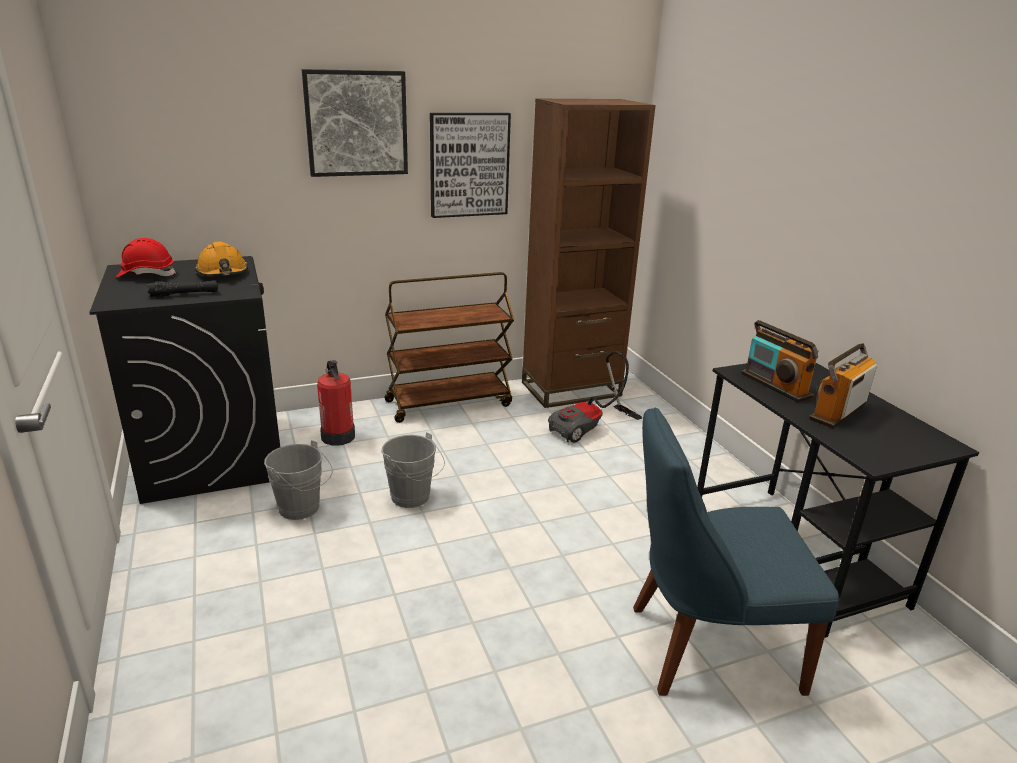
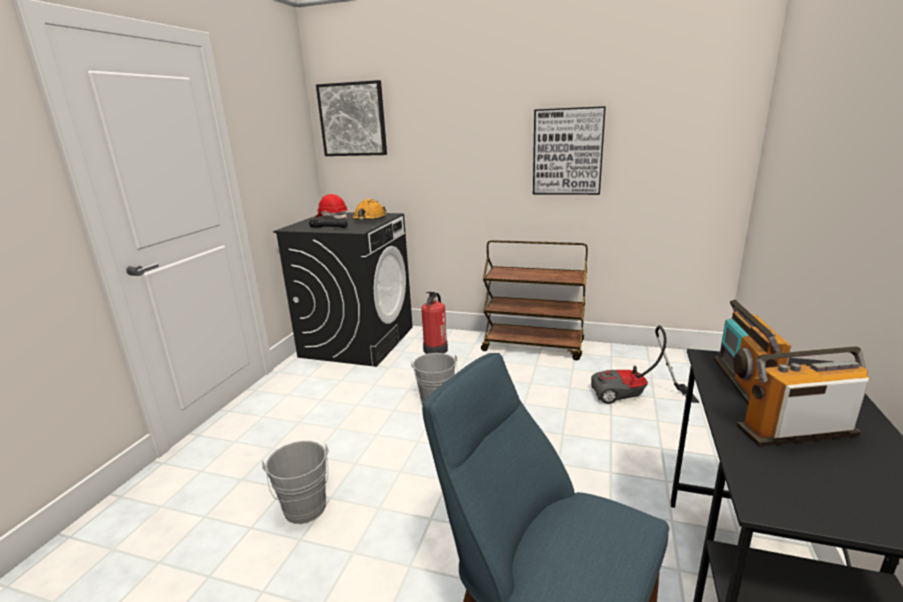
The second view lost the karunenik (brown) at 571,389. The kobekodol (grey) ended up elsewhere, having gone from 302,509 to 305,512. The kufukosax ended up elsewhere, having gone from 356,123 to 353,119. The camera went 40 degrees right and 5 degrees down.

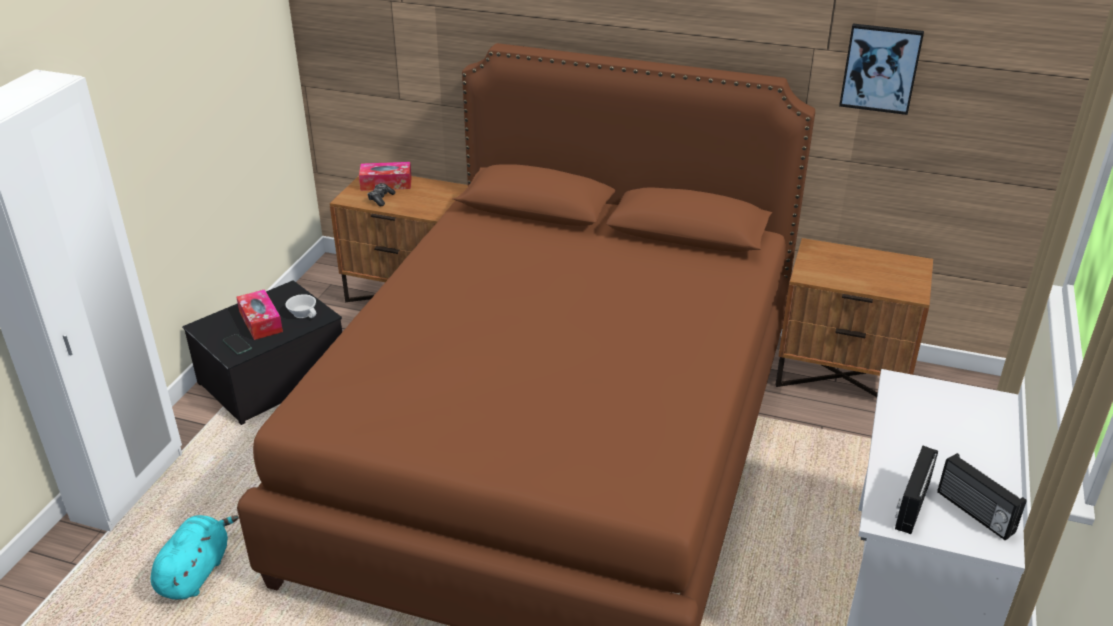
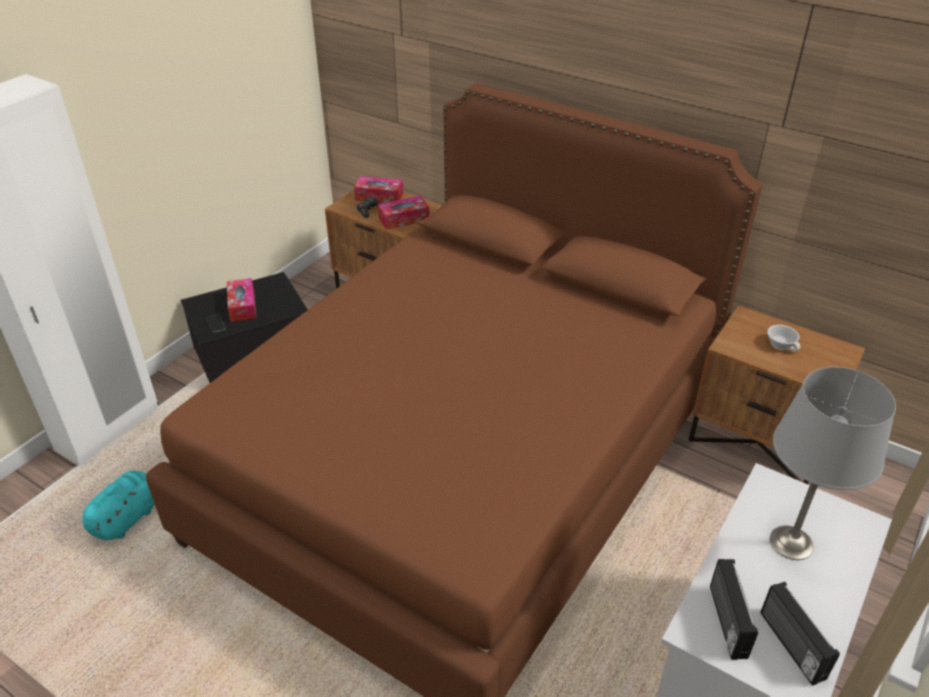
The second view lost the kufukosax at 880,68. The second view gained the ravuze at 404,219. The second view gained the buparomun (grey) at 792,542. The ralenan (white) ended up elsewhere, having gone from 304,313 to 781,344. The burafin at 910,505 ended up facing another way, 45 degrees counterclockwise from before. The camera went 15 degrees right and 5 degrees up.

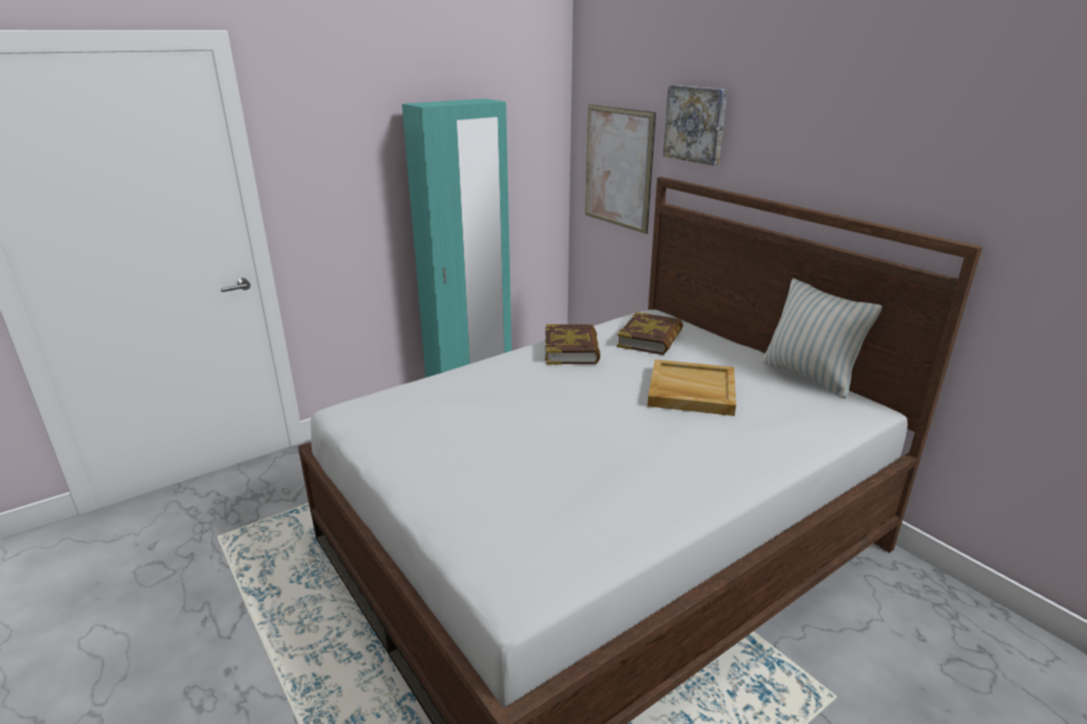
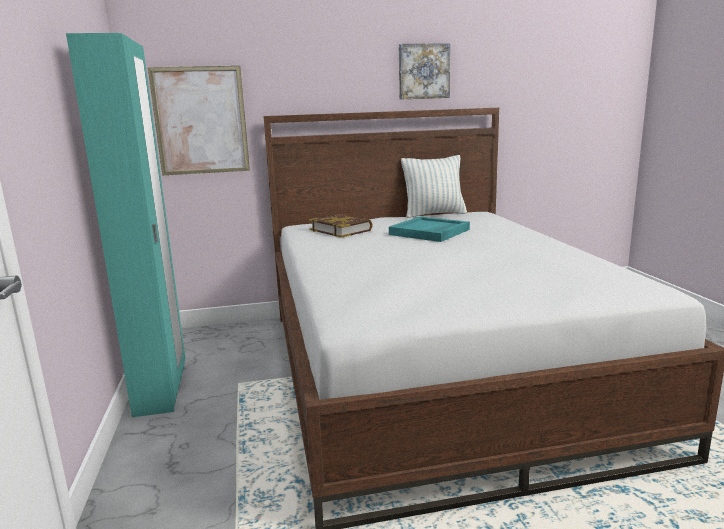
The second view lost the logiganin at 571,350. The kufukosax ended up elsewhere, having gone from 696,124 to 423,71. What was the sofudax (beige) at 690,391 turned into the sofudax (turquoise) at 429,232. The camera went 65 degrees left and 10 degrees down.

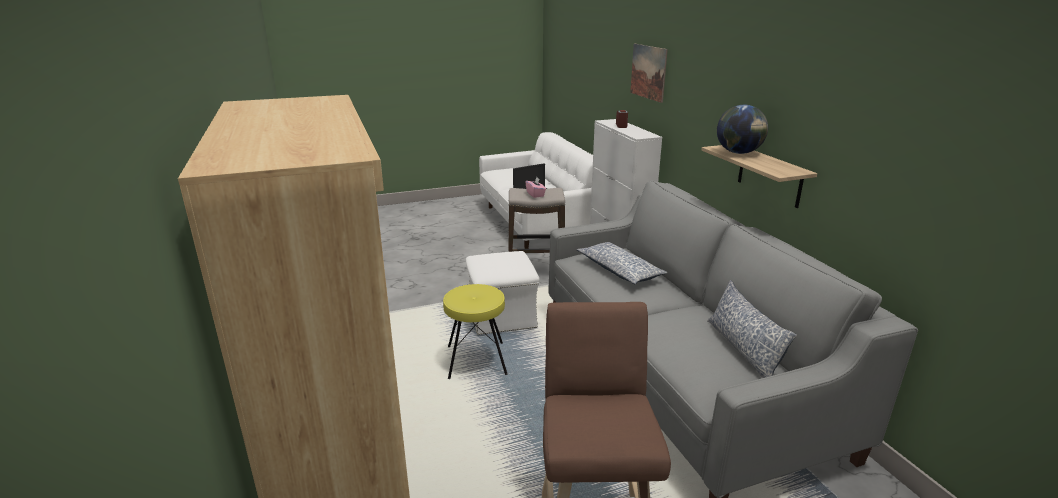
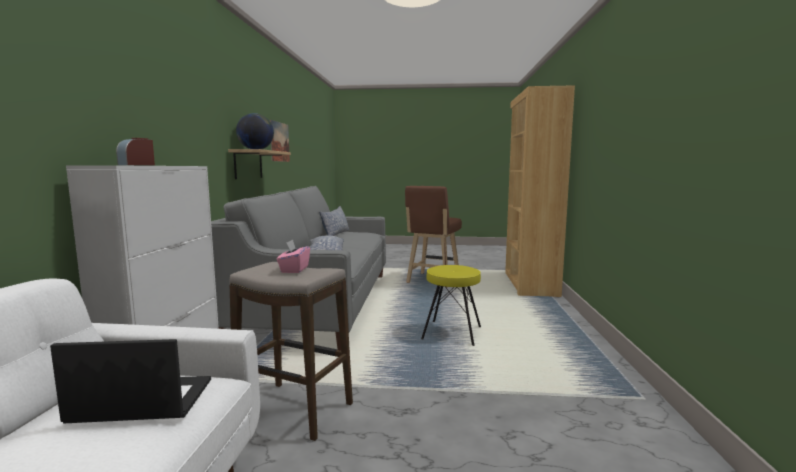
The second view lost the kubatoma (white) at 502,317. The kufukosax ended up elsewhere, having gone from 648,72 to 279,142. The camera went 155 degrees left and 15 degrees down.

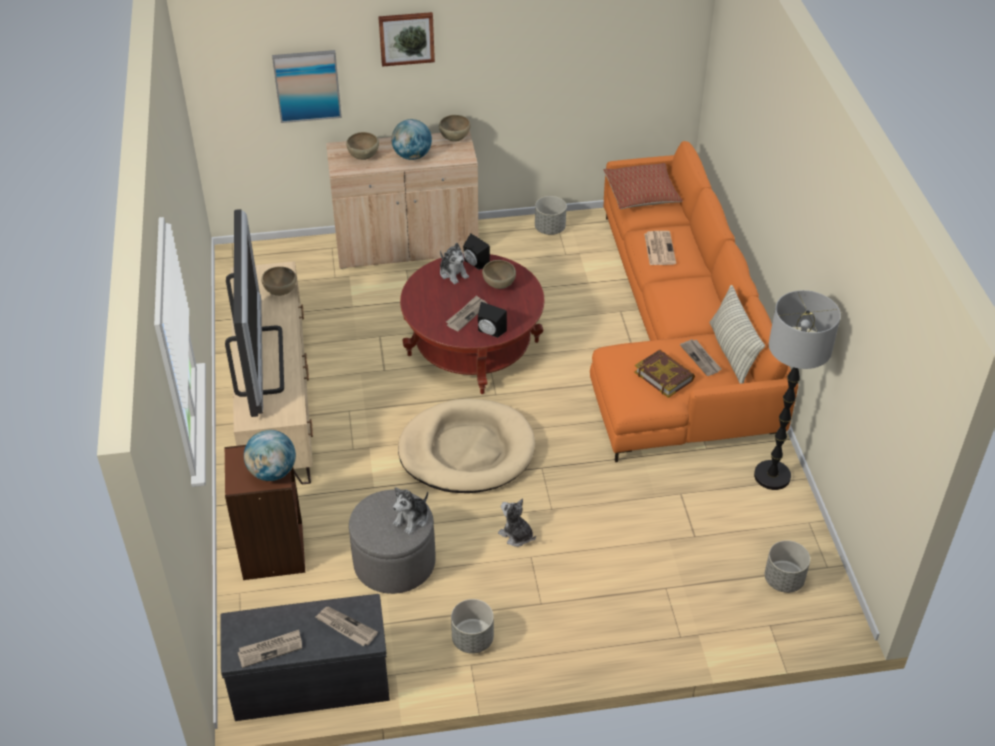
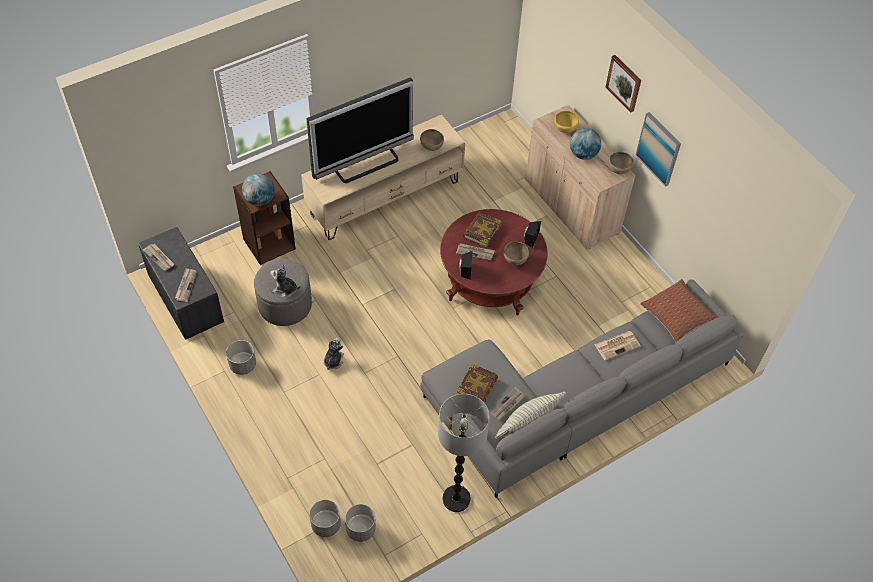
The second view lost the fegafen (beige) at 466,451. The second view lost the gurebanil at 453,273. The second view gained the logiganin at 481,231. The kufukosax ended up elsewhere, having gone from 307,85 to 658,148. The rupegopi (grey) ended up elsewhere, having gone from 550,228 to 326,525. What was the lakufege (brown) at 363,157 turned into the lakufege (yellow) at 565,129. What was the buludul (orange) at 677,335 turned into the buludul (grey) at 572,399. The camera went 65 degrees right and 10 degrees up.

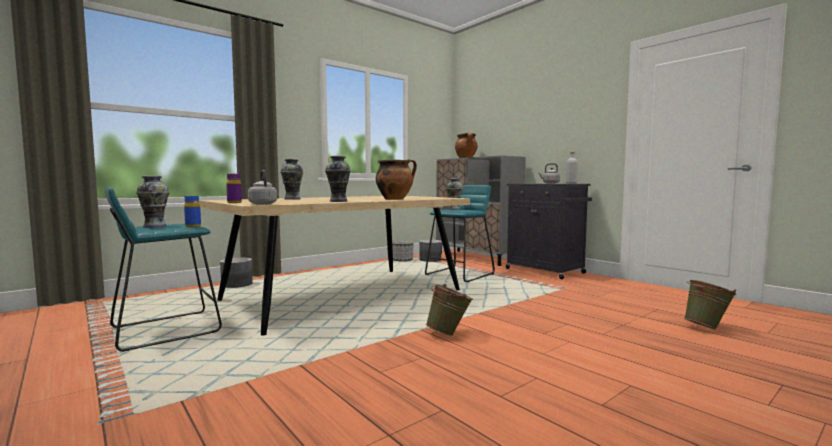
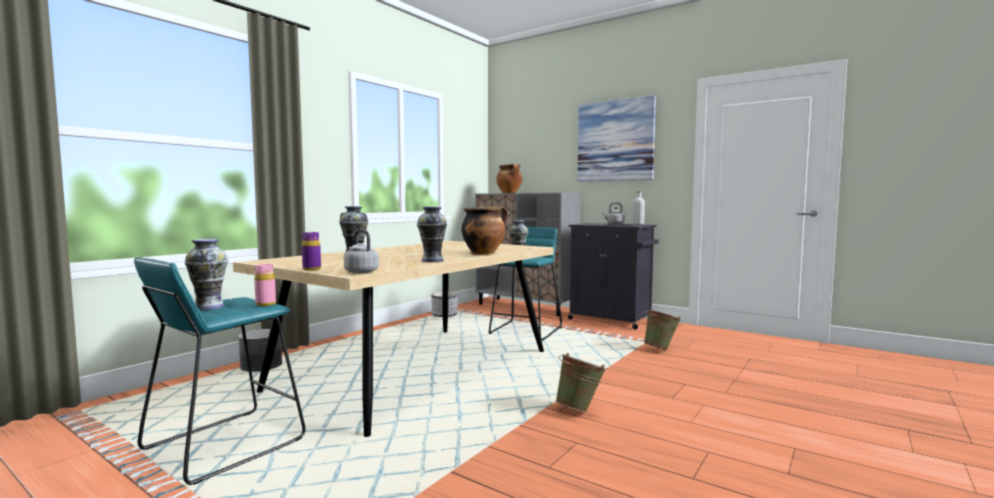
The second view lost the rupegopi (grey) at 430,260. The second view gained the kufukosax at 615,141. The kobekodol (green) ended up elsewhere, having gone from 707,327 to 661,349. What was the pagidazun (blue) at 193,226 turned into the pagidazun (pink) at 265,304. The camera went 15 degrees left and 0 degrees up.

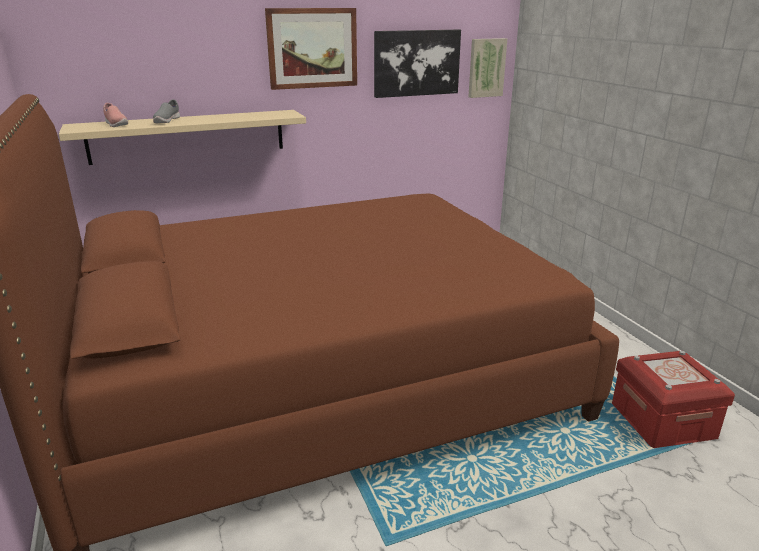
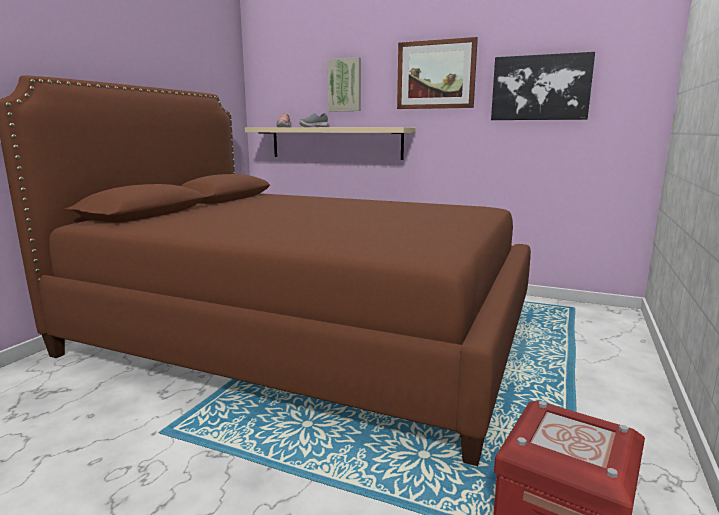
The kufukosax ended up elsewhere, having gone from 486,68 to 345,85. The camera went 45 degrees right and 10 degrees down.

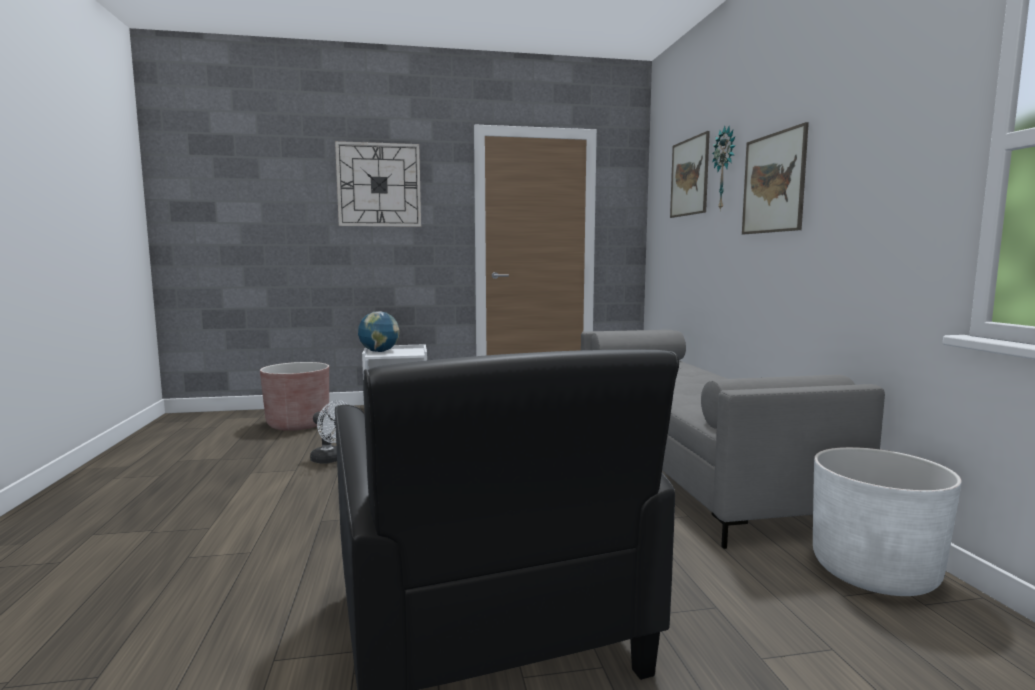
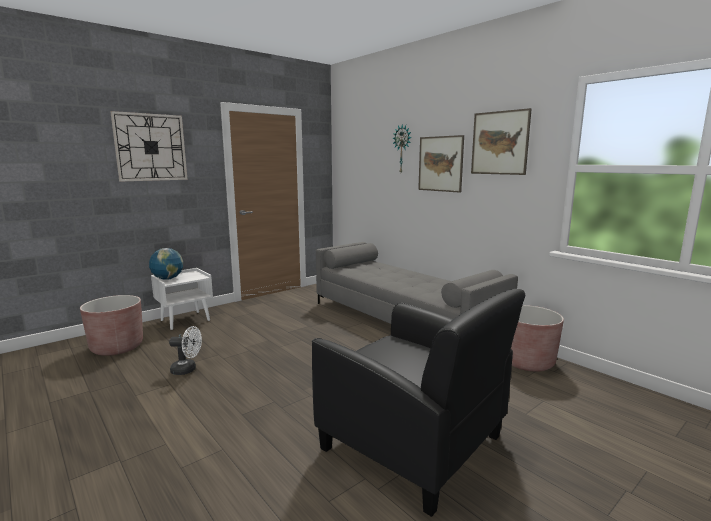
The kufukosax ended up elsewhere, having gone from 689,177 to 499,143. What was the rupegopi (white) at 874,572 turned into the rupegopi (brown) at 527,362. The camera went 30 degrees left and 5 degrees up.

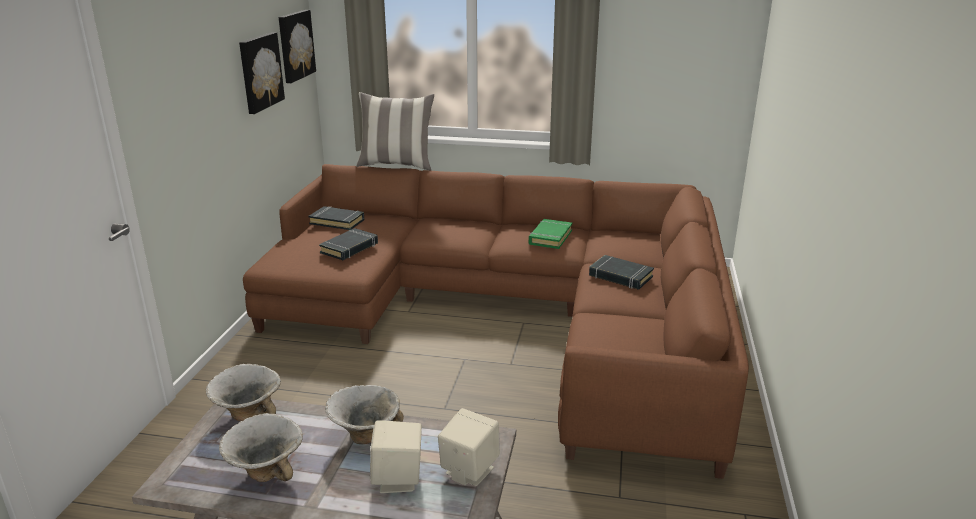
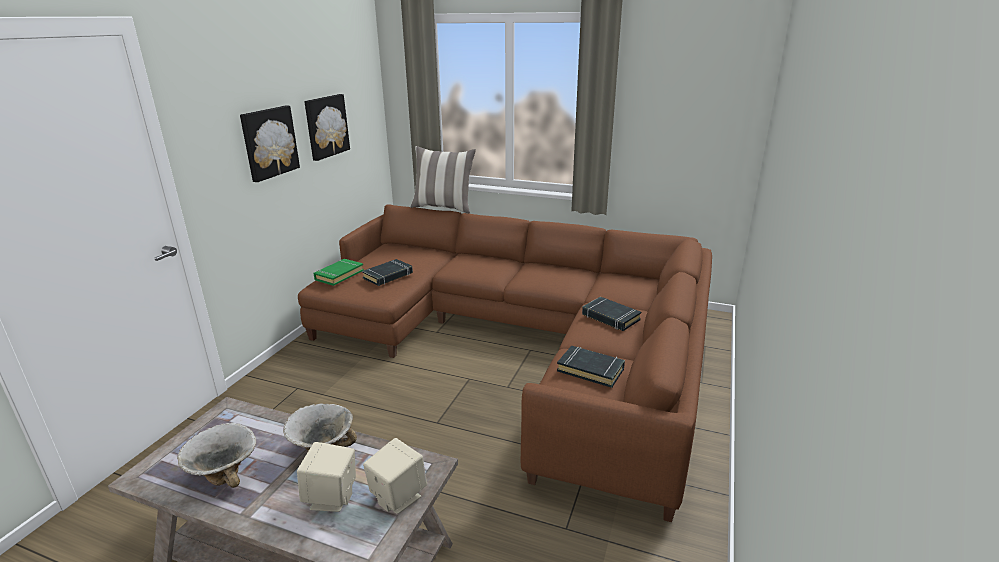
The second view lost the lakufege at 249,413. The kufukosax ended up elsewhere, having gone from 295,45 to 269,142. The logiganin (black) ended up elsewhere, having gone from 337,222 to 590,370. The logiganin (green) ended up elsewhere, having gone from 550,237 to 339,275. The camera went 10 degrees right and 0 degrees up.

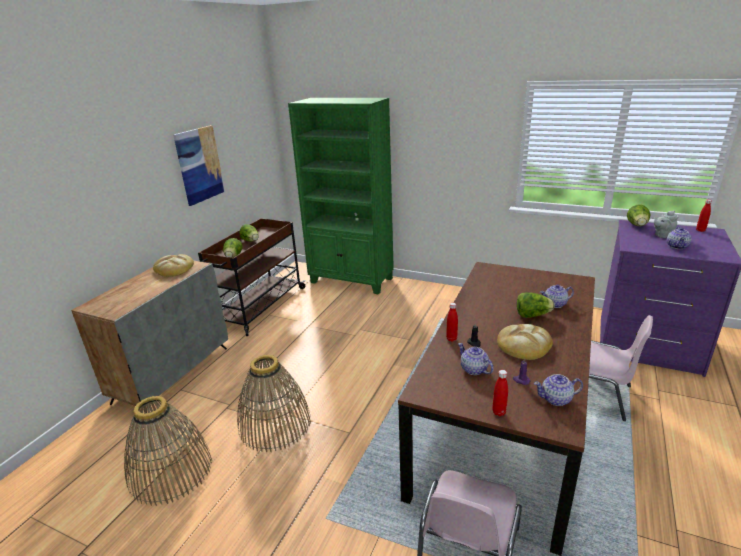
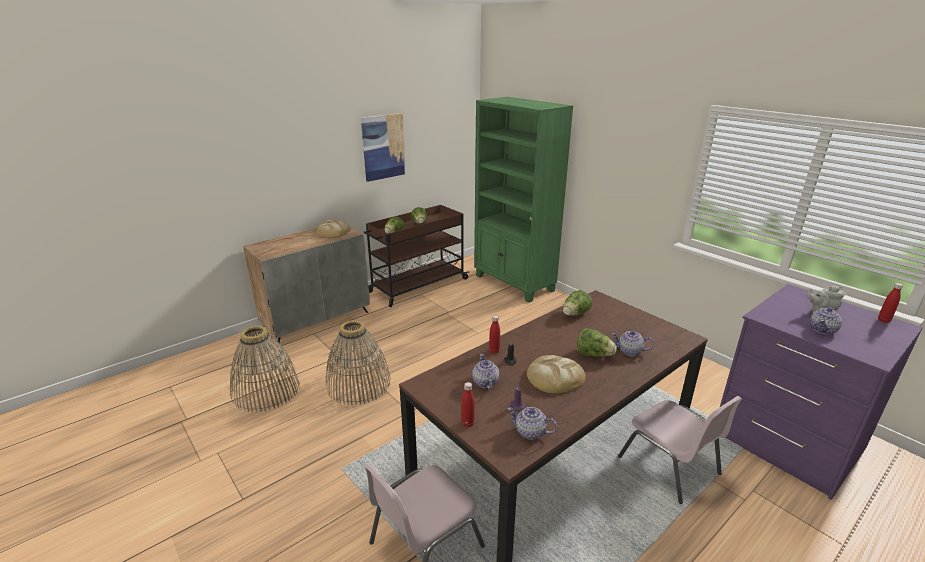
The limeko ended up elsewhere, having gone from 637,226 to 575,314. The camera went 25 degrees right and 0 degrees up.

